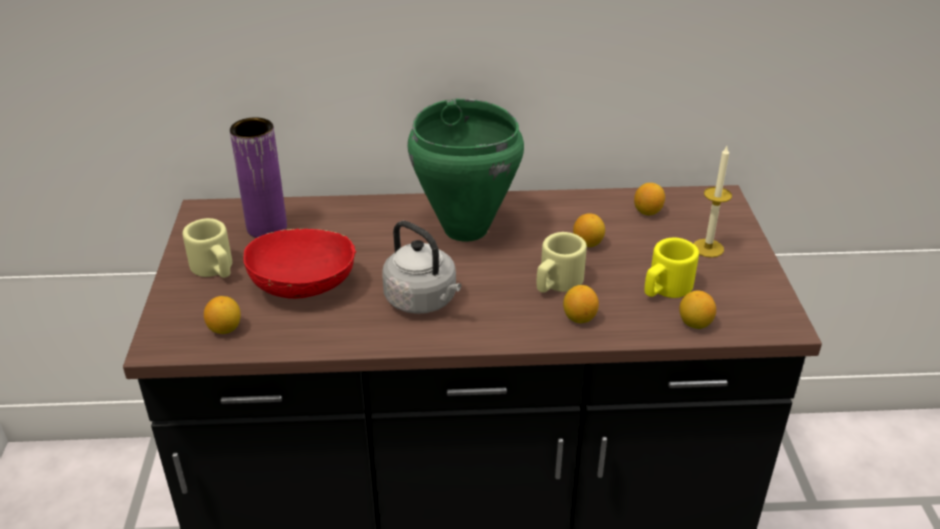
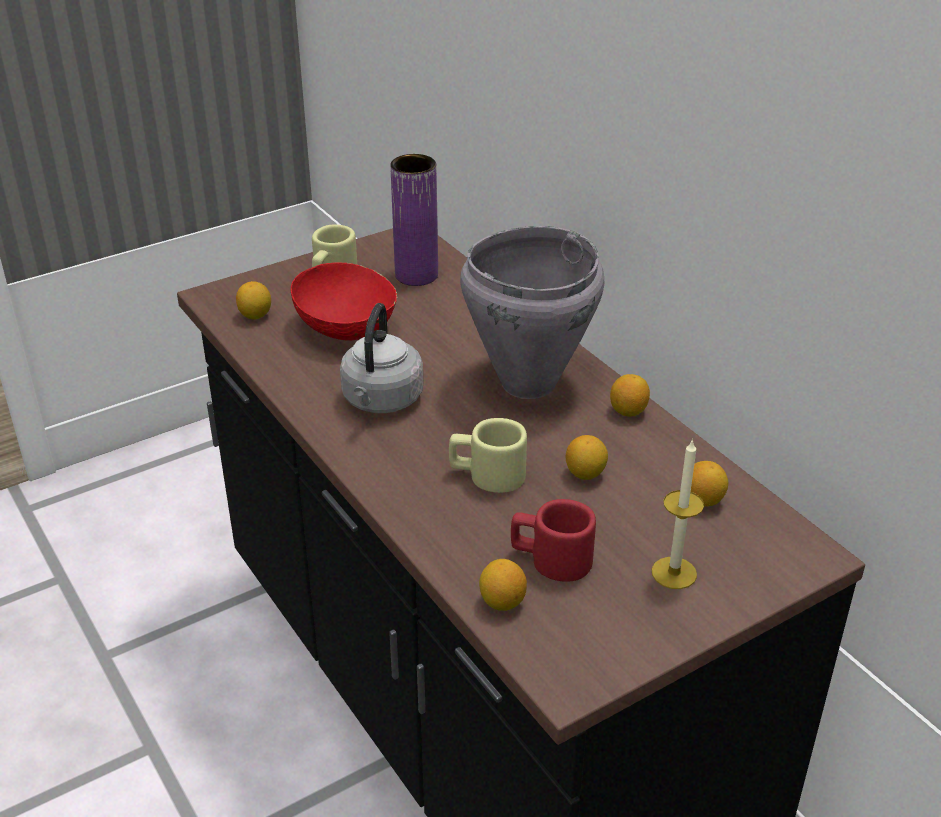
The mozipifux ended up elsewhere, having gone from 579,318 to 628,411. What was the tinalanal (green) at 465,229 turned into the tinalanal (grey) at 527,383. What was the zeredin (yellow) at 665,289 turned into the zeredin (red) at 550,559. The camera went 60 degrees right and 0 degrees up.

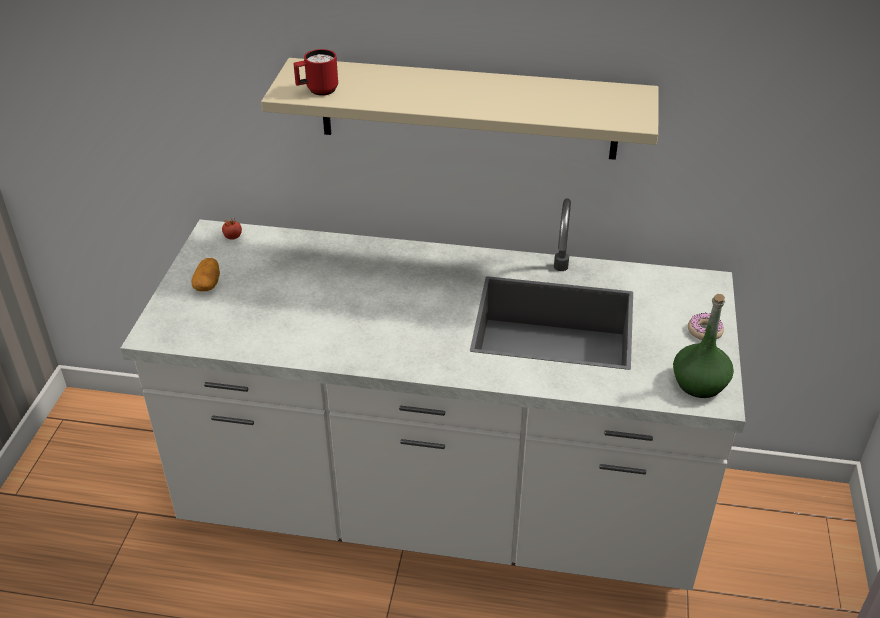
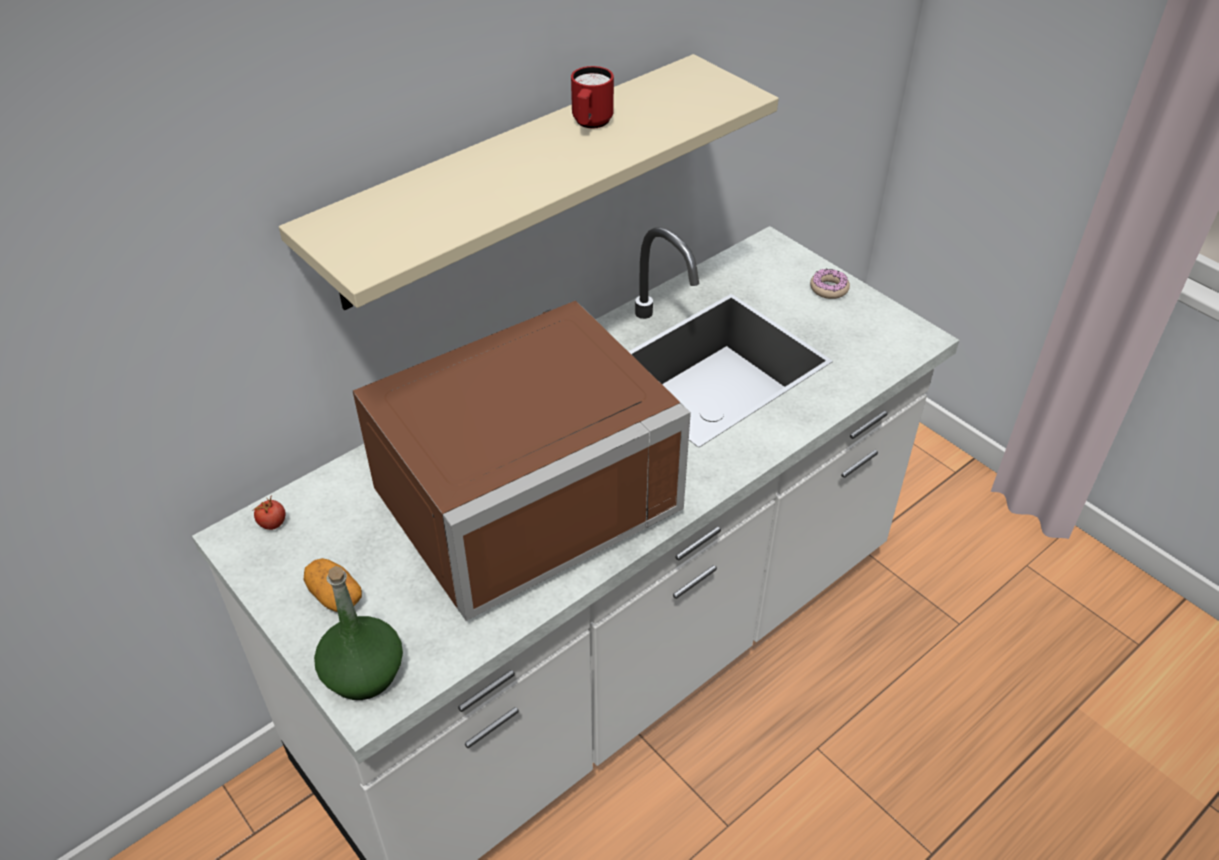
The second view gained the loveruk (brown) at 518,490. The zeredin (red) ended up elsewhere, having gone from 317,91 to 590,124. The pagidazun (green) ended up elsewhere, having gone from 699,383 to 364,673. The camera went 50 degrees left and 5 degrees up.

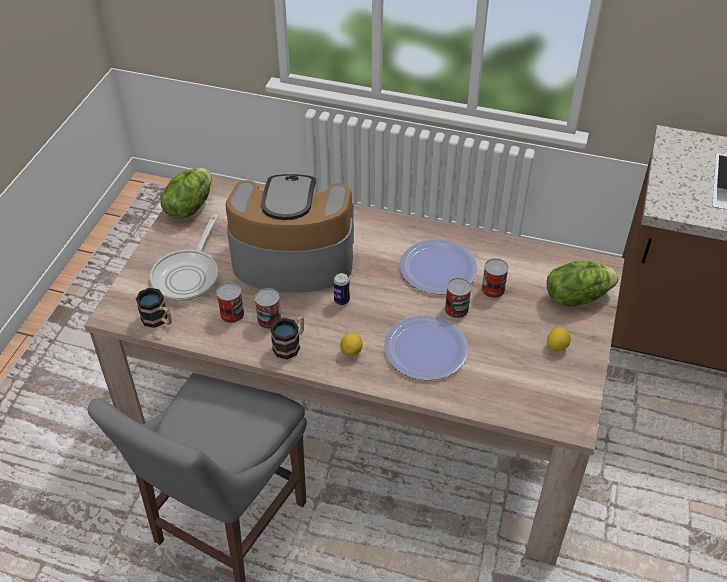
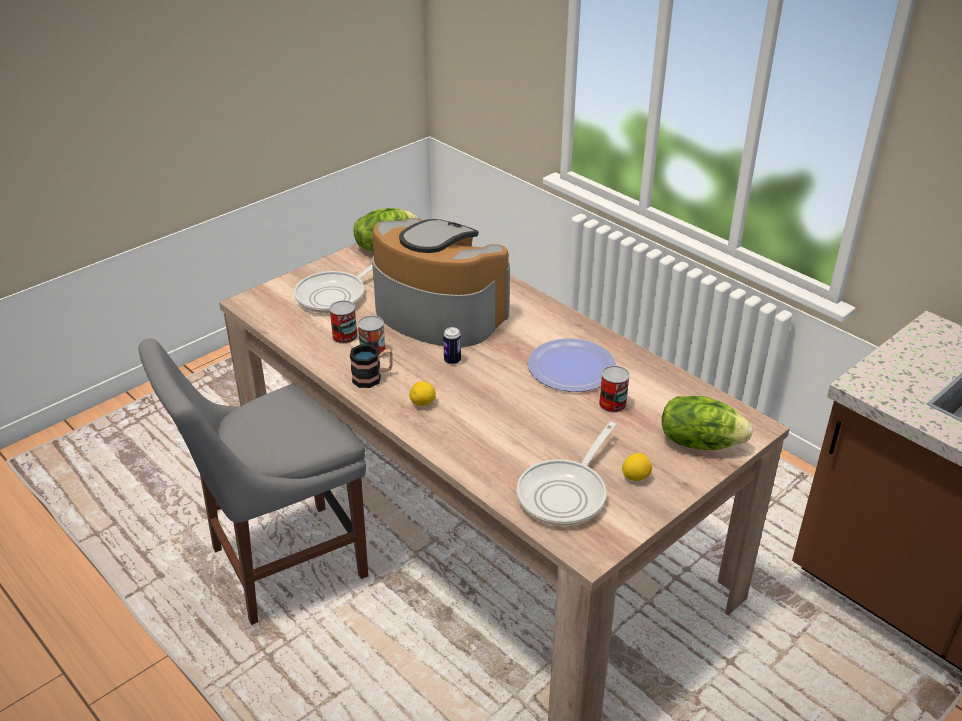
The second view lost the zeredin at 158,320. The second view lost the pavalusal at 426,349. The second view lost the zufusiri at 456,309. The second view gained the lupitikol at 566,493. The camera went 30 degrees right and 10 degrees down.

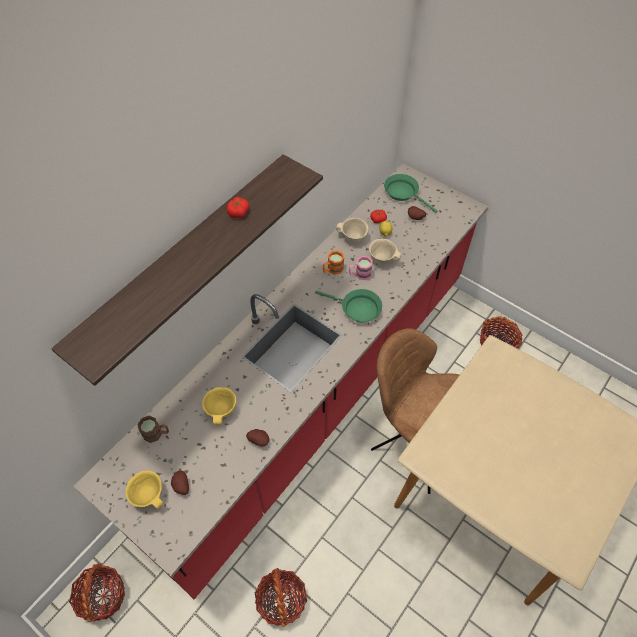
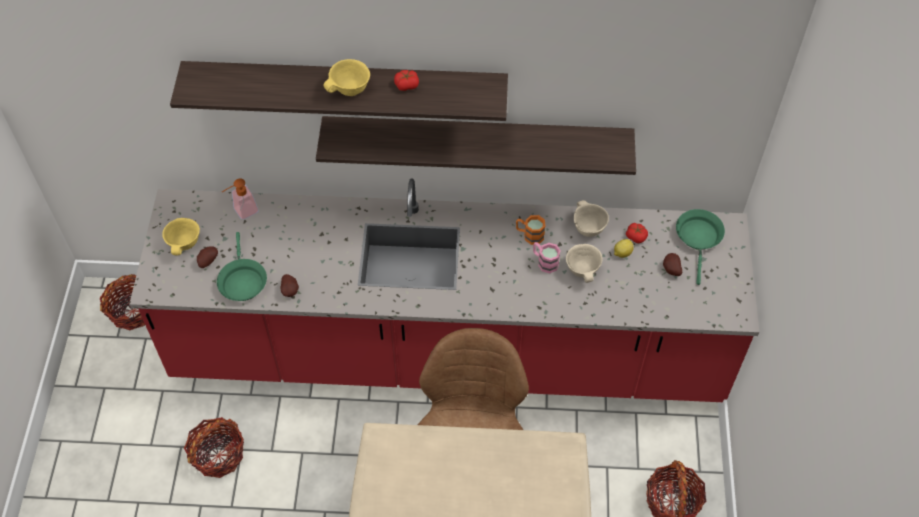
The second view gained the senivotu at 477,139. The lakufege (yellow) ended up elsewhere, having gone from 222,410 to 350,90. The lupitikol (green) ended up elsewhere, having gone from 357,309 to 242,281. Where the zeredin (brown) stood at 156,433, the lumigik came to stand at 242,212. The camera went 55 degrees right and 0 degrees up.

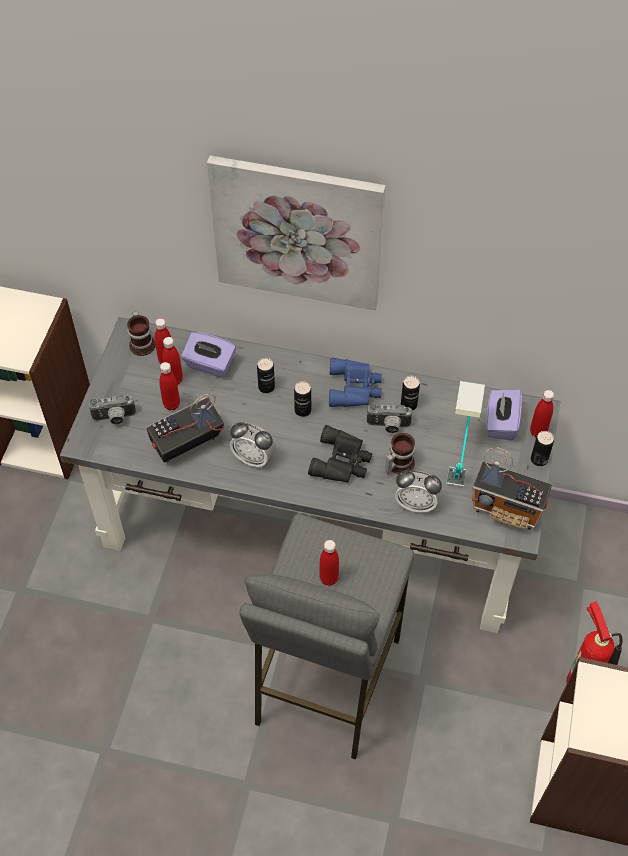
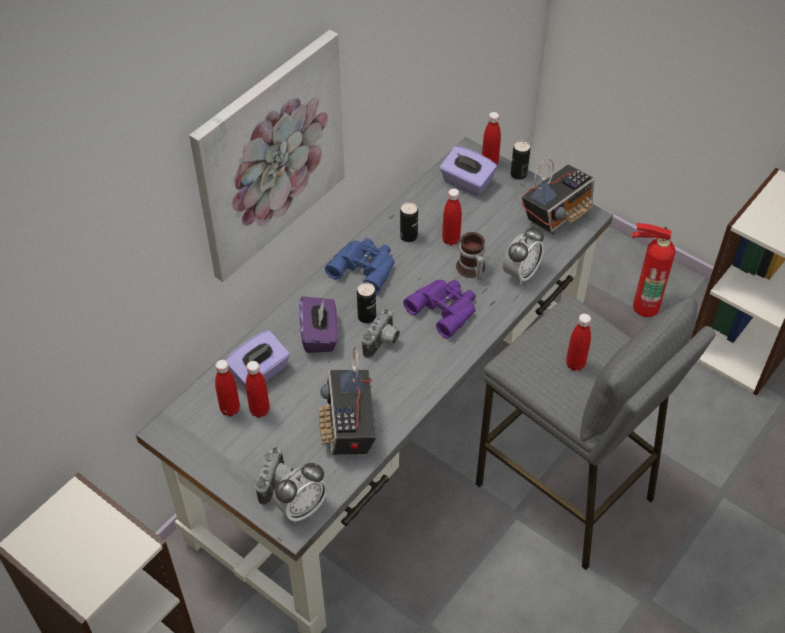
The second view lost the zeredin at 143,343. The second view lost the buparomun at 460,453. The pagidazun (red) ended up elsewhere, having gone from 171,404 to 451,240. The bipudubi ended up elsewhere, having gone from 253,458 to 302,508. The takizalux ended up elsewhere, having gone from 388,427 to 383,343. Where the zufusiri stood at 266,387, the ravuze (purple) came to stand at 319,335. What was the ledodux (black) at 342,461 turned into the ledodux (purple) at 445,308. The camera went 65 degrees left and 5 degrees down.

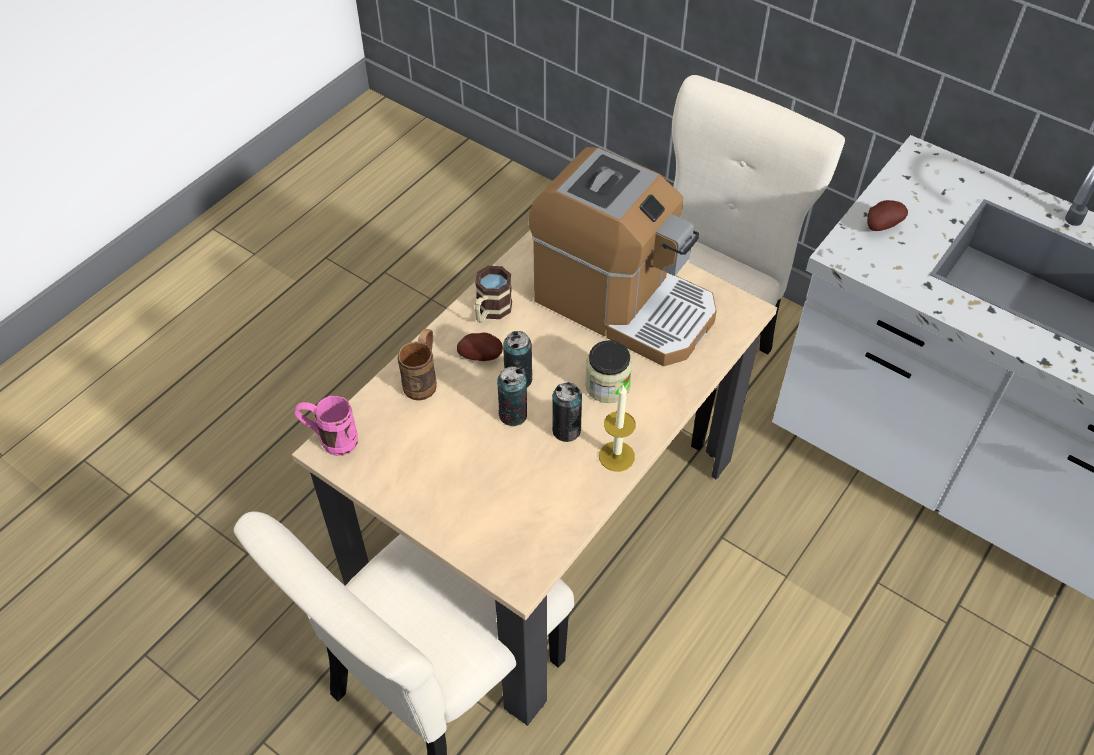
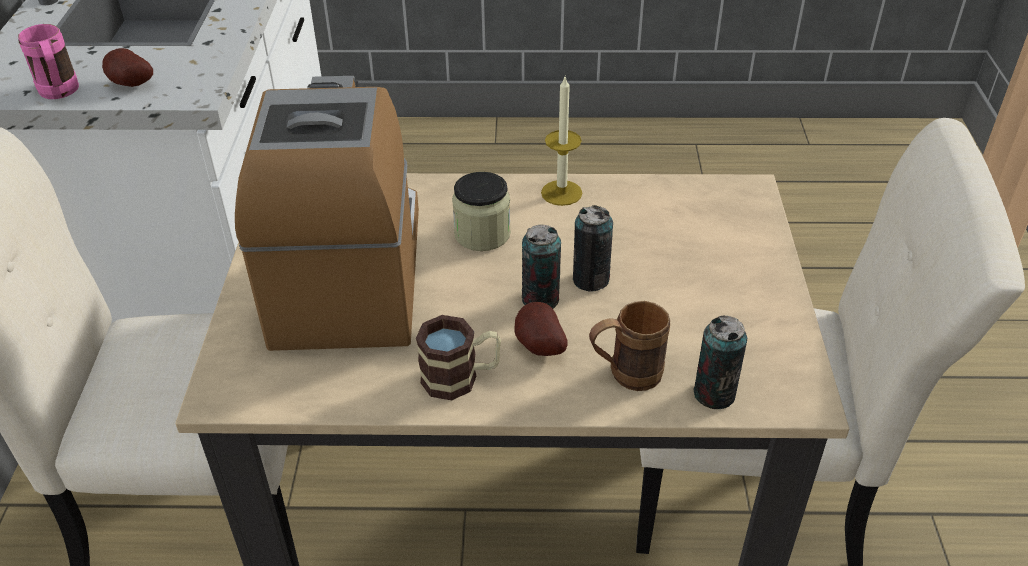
The zeredin (pink) ended up elsewhere, having gone from 331,440 to 60,94. The zufusiri ended up elsewhere, having gone from 566,430 to 714,394. The camera went 125 degrees left and 10 degrees down.

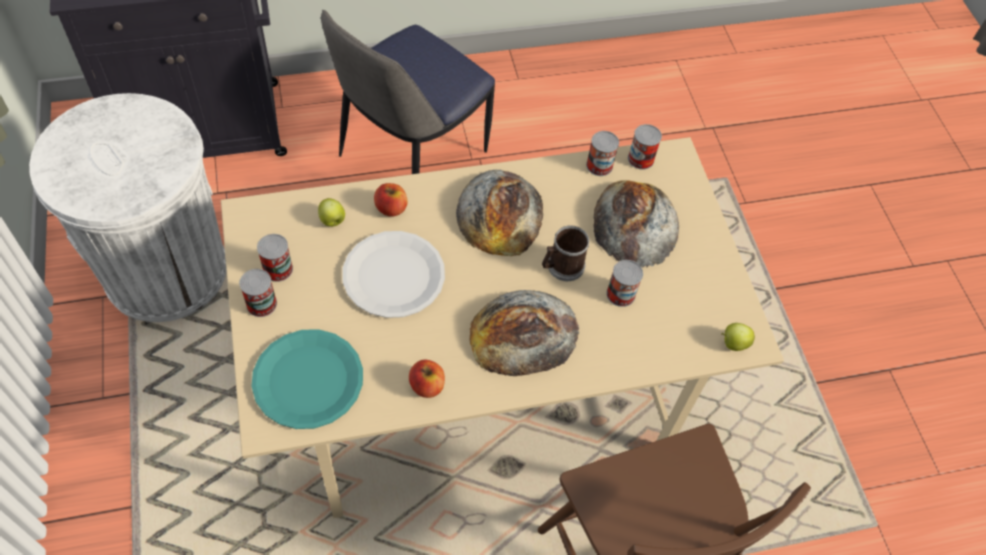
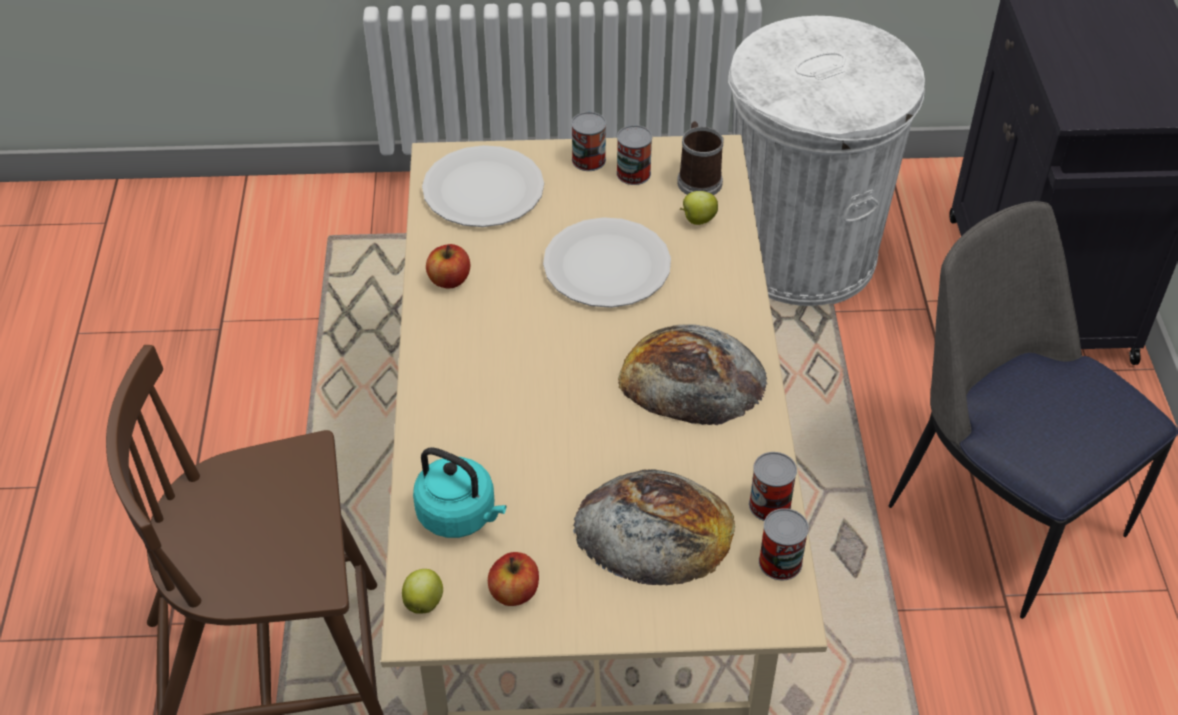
The second view lost the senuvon at 523,333. The second view lost the zufusiri at 620,294. The second view gained the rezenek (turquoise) at 460,515. The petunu ended up elsewhere, having gone from 391,208 to 514,592. The zeredin ended up elsewhere, having gone from 562,267 to 698,179. What was the pavalusal (turquoise) at 308,380 turned into the pavalusal (white) at 483,190. The camera went 105 degrees right and 10 degrees down.

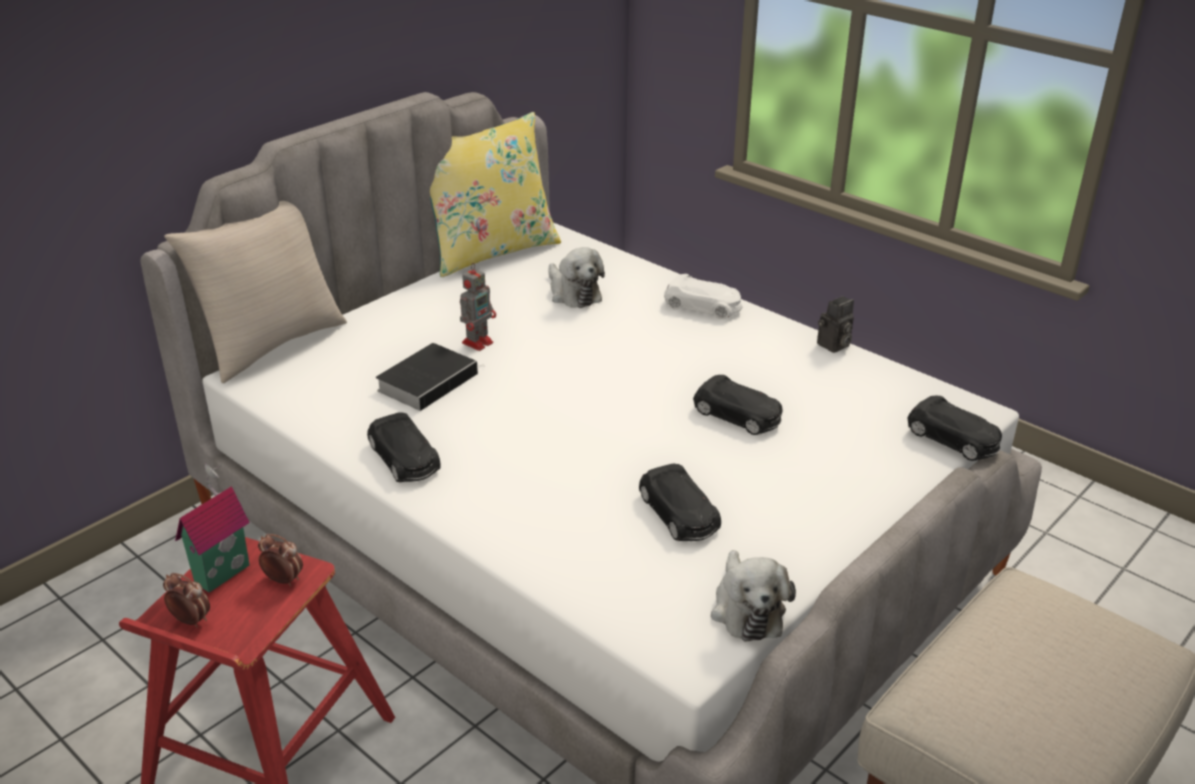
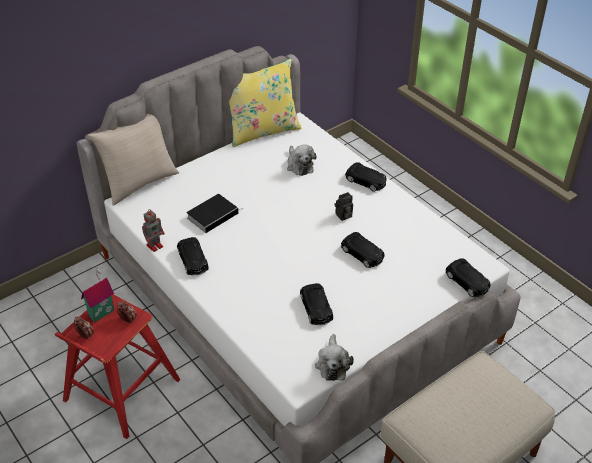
The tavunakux ended up elsewhere, having gone from 478,342 to 155,245. The takizalux ended up elsewhere, having gone from 833,346 to 343,216. What was the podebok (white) at 703,306 turned into the podebok (black) at 366,181. The camera went 10 degrees right and 10 degrees up.

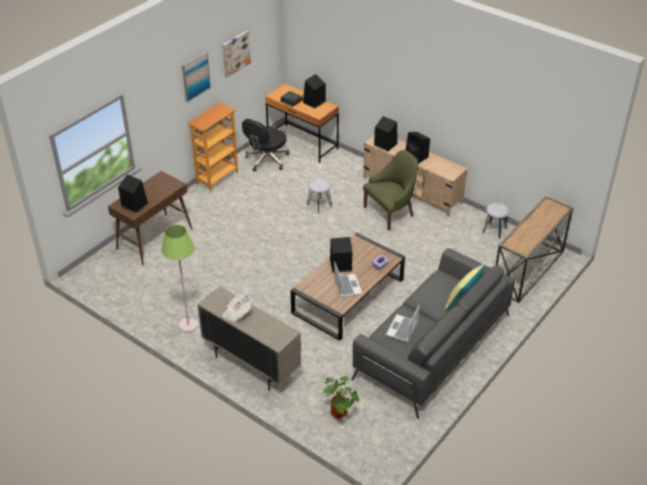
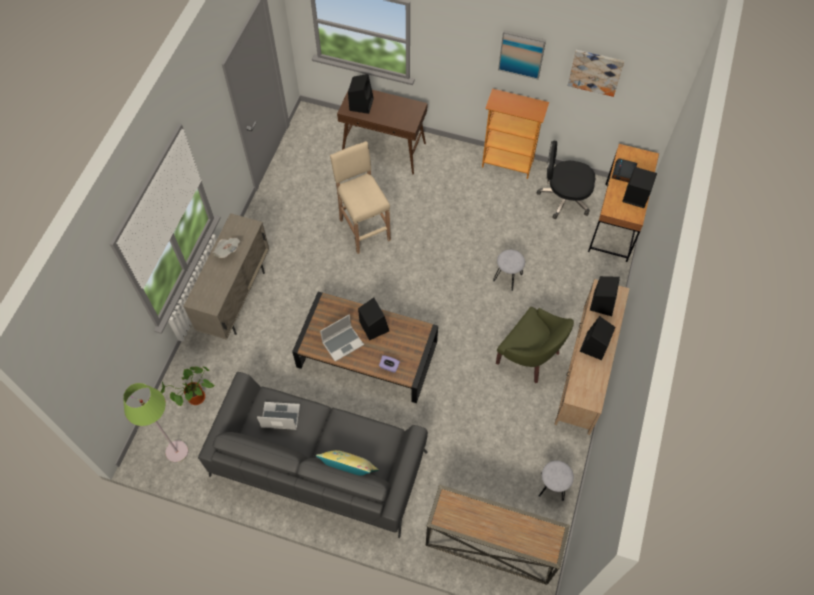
The second view gained the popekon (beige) at 364,229. The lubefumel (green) ended up elsewhere, having gone from 188,325 to 177,451. The camera went 70 degrees right and 20 degrees up.

